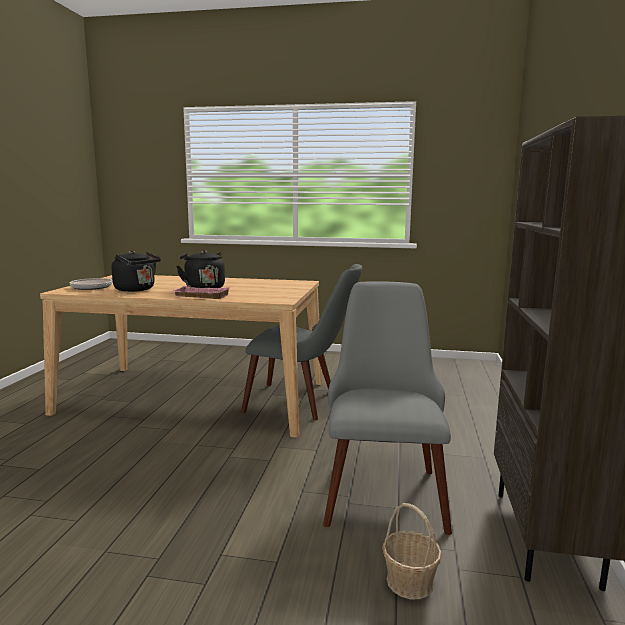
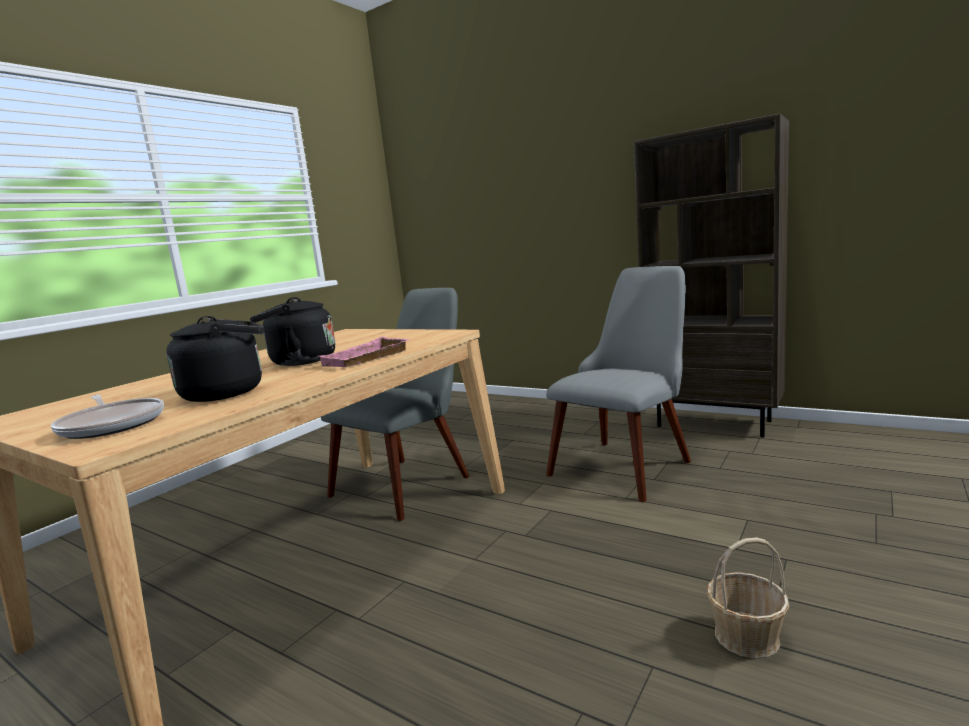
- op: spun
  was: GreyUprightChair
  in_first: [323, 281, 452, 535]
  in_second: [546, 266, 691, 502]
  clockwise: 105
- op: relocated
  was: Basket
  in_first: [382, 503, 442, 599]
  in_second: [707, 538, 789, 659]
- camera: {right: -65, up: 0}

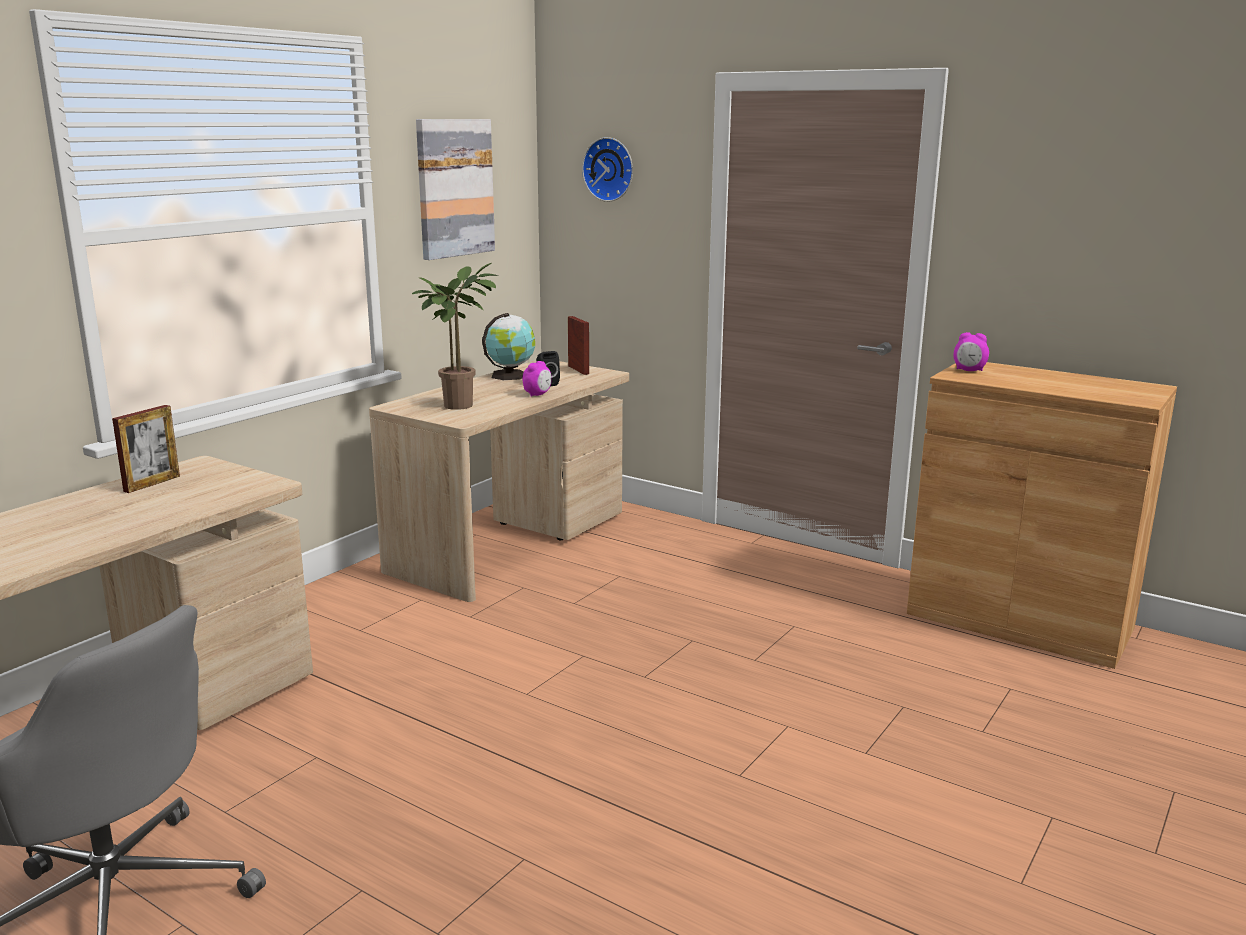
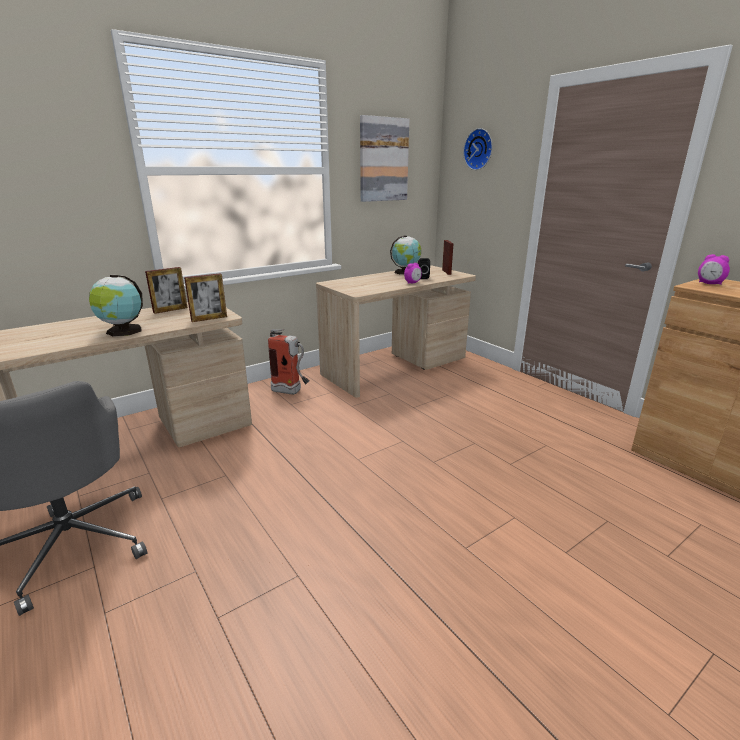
- op: appeared
  now: WorldGlobe
  in_second: [89, 275, 143, 337]
- op: appeared
  now: StandingFrame
  in_second: [184, 273, 227, 322]
- op: appeared
  now: FireExtinguisher
  in_second: [268, 329, 309, 395]
- op: missing
  was: Houseplant
  in_first: [412, 263, 499, 410]
- camera: {right: 20, up: 5}

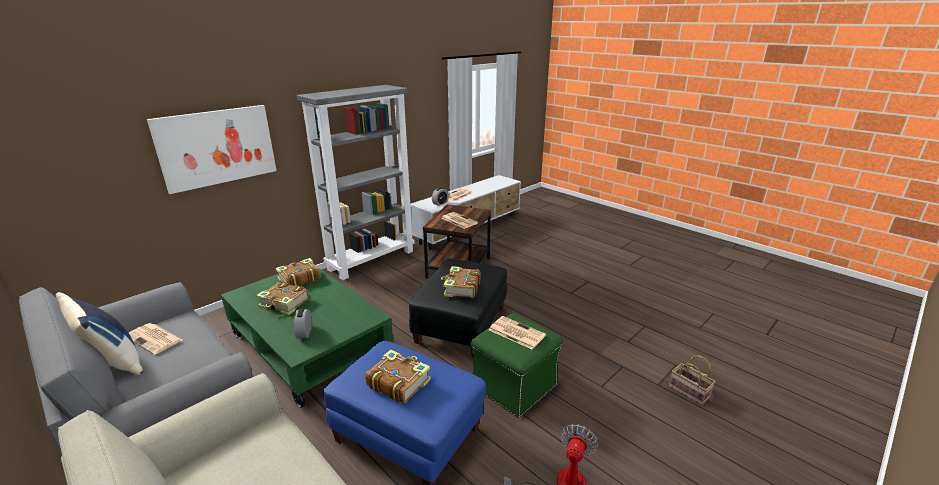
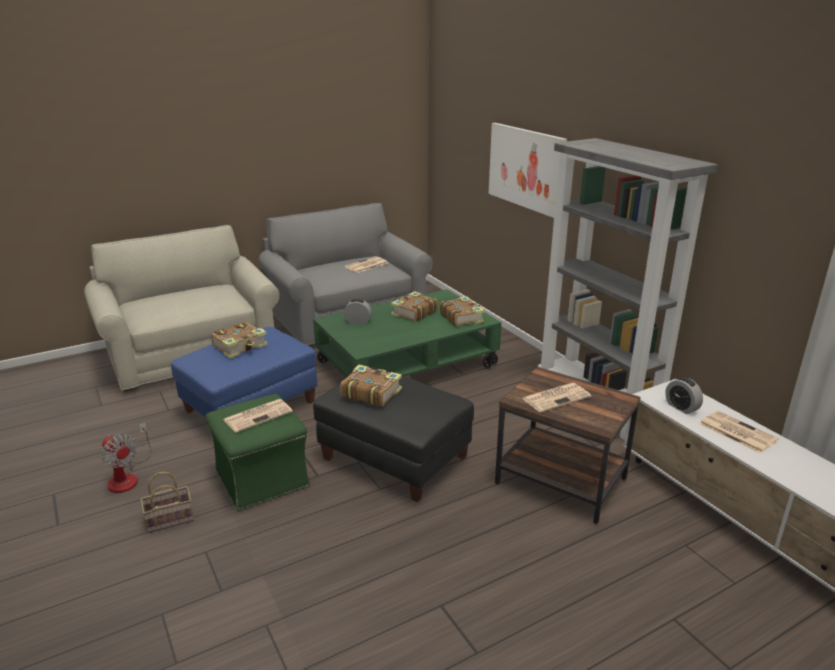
- op: relocated
  was: Basket
  in_first: [669, 356, 715, 406]
  in_second: [140, 472, 194, 533]
- op: missing
  was: BlueColouredCushion
  in_first: [56, 292, 143, 375]
- camera: {right: 105, up: 0}

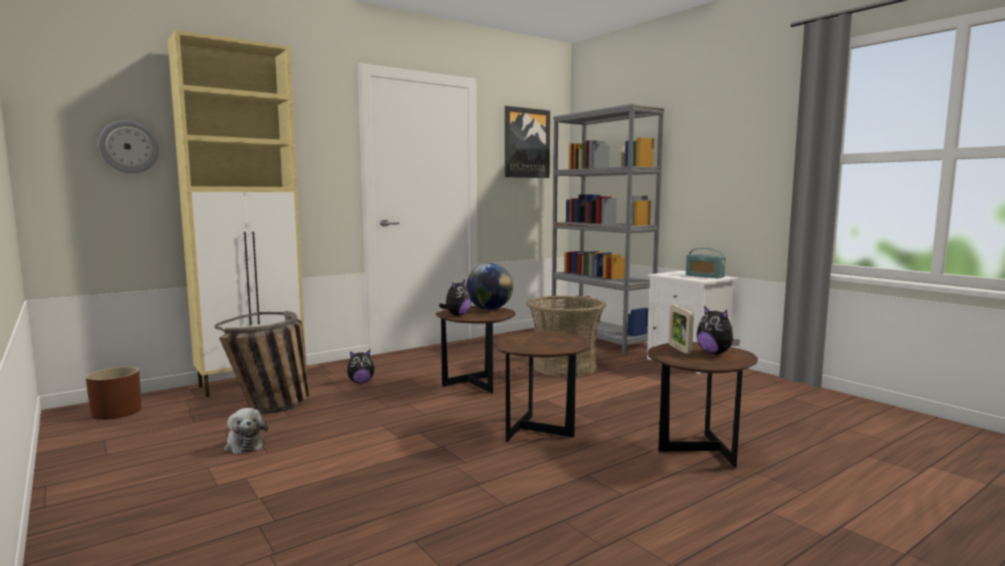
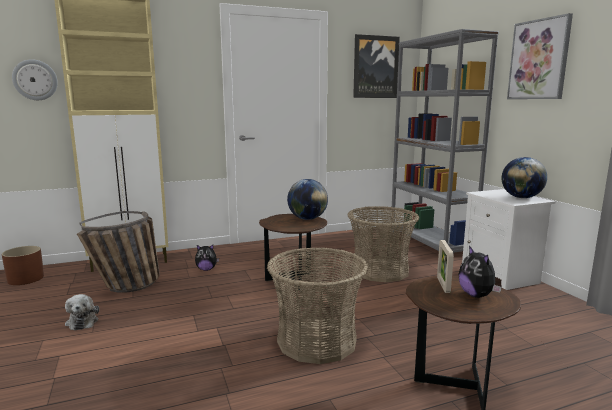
- op: exchanged
  was: BrownishSideTable
  now: Basket
  in_first: [493, 331, 590, 443]
  in_second: [267, 247, 368, 364]
- op: exchanged
  was: RadioReceiver
  now: WorldGlobe
  in_first: [686, 248, 726, 278]
  in_second: [502, 157, 547, 198]
- op: appeared
  now: WallPicture
  in_second: [507, 13, 573, 99]
- op: missing
  was: SoftToy
  in_first: [439, 280, 471, 316]
- camera: {right: 15, up: 5}

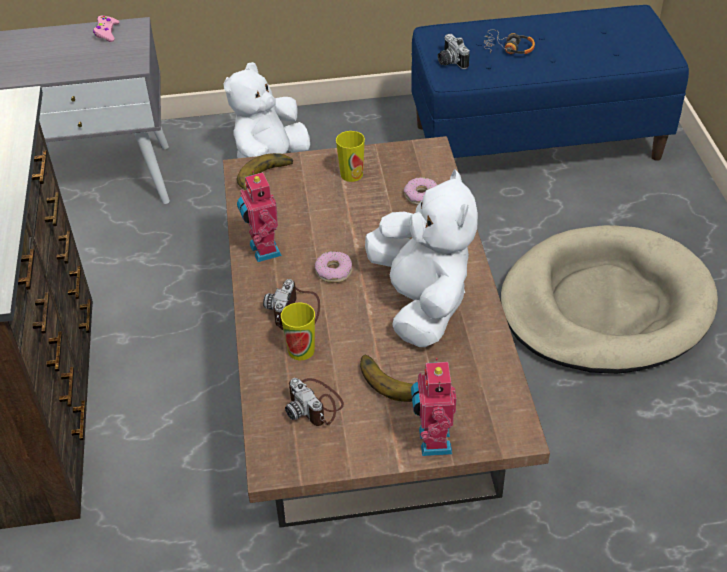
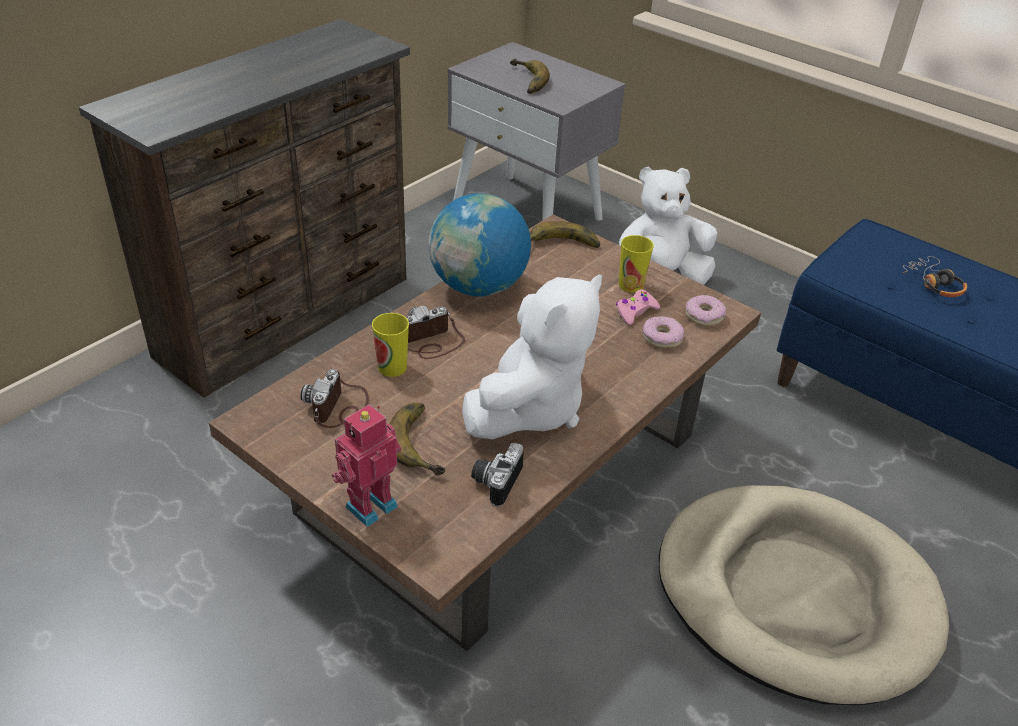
- op: exchanged
  was: ModelRobot
  now: WorldGlobe
  in_first: [237, 171, 282, 262]
  in_second: [429, 193, 531, 296]
- op: relocated
  was: StillCamera
  in_first: [438, 34, 469, 69]
  in_second: [471, 443, 524, 507]
- op: appeared
  now: WholeBanana
  in_second: [510, 58, 550, 94]
- op: relocated
  was: PinkColouredGameController
  in_first: [93, 16, 119, 42]
  in_second: [616, 289, 660, 325]
- op: relocated
  was: Donut
  in_first: [315, 252, 352, 283]
  in_second: [685, 295, 726, 326]
- camera: {right: 45, up: -5}

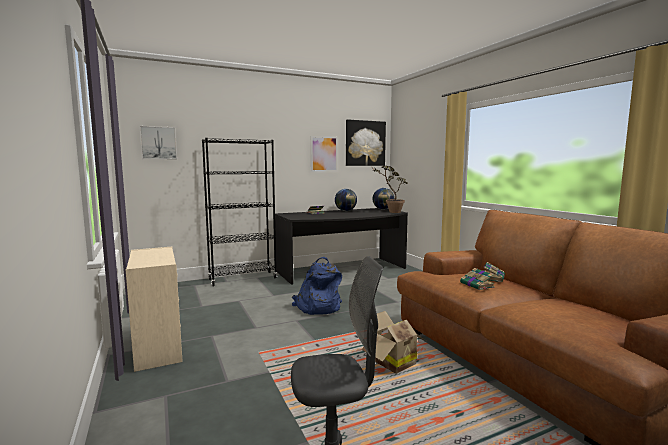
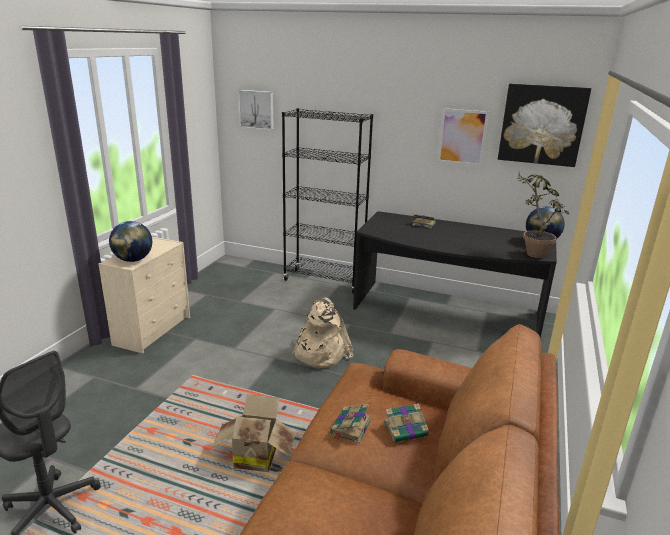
- op: relocated
  was: WorldGlobe
  in_first: [335, 189, 357, 211]
  in_second: [109, 221, 152, 262]
- op: colour
  was: BlueColouredBackpack
  now: BeigeBackpack
  in_first: [292, 257, 342, 315]
  in_second: [292, 298, 353, 368]
- camera: {right: 45, up: 15}

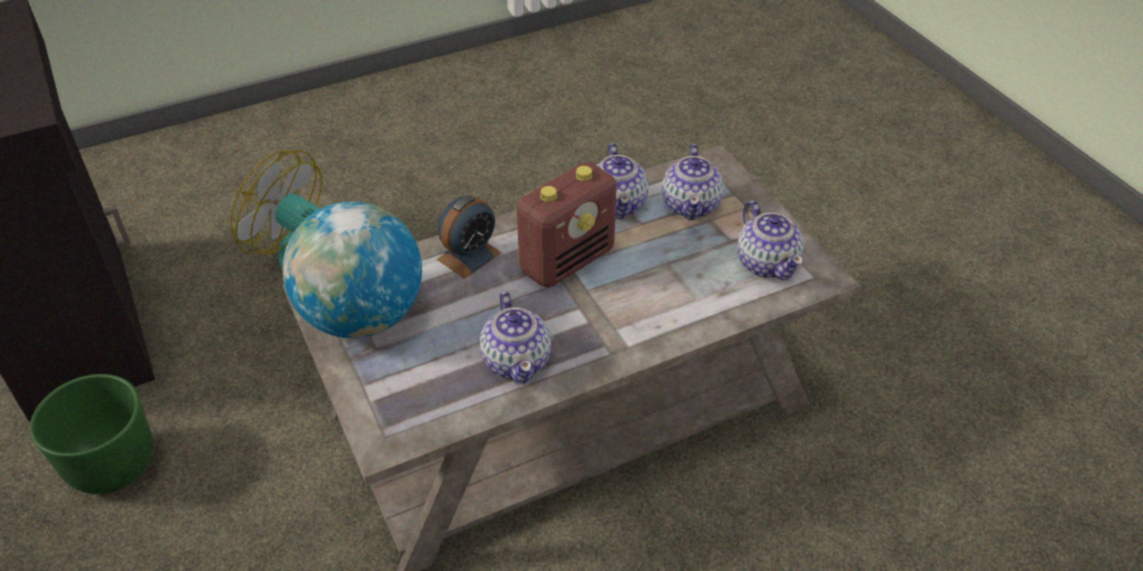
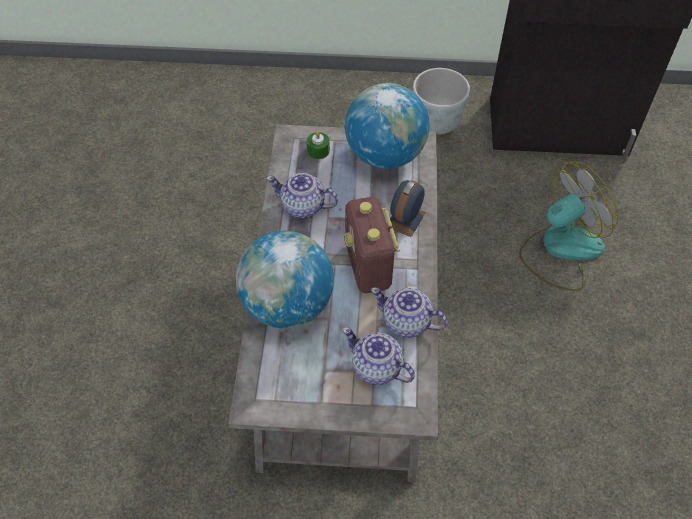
- op: appeared
  now: WorldGlobe
  in_second: [236, 231, 334, 329]
- op: appeared
  now: GreenWaxCandle
  in_second: [307, 131, 330, 159]
- op: spun
  was: BedsideClock
  in_first: [437, 195, 502, 279]
  in_second: [387, 180, 426, 237]
  clockwise: 45
- op: colour
  was: GreenPlantPot
  now: GreyPlantPot
  in_first: [30, 374, 153, 494]
  in_second: [413, 68, 470, 135]
- op: missing
  was: Teapot
  in_first: [737, 201, 804, 280]
- camera: {right: 120, up: 10}

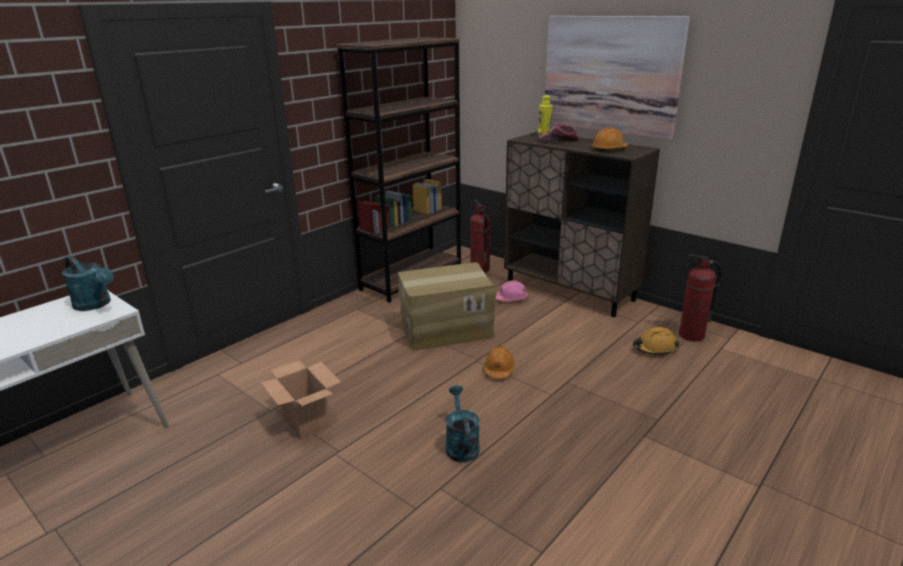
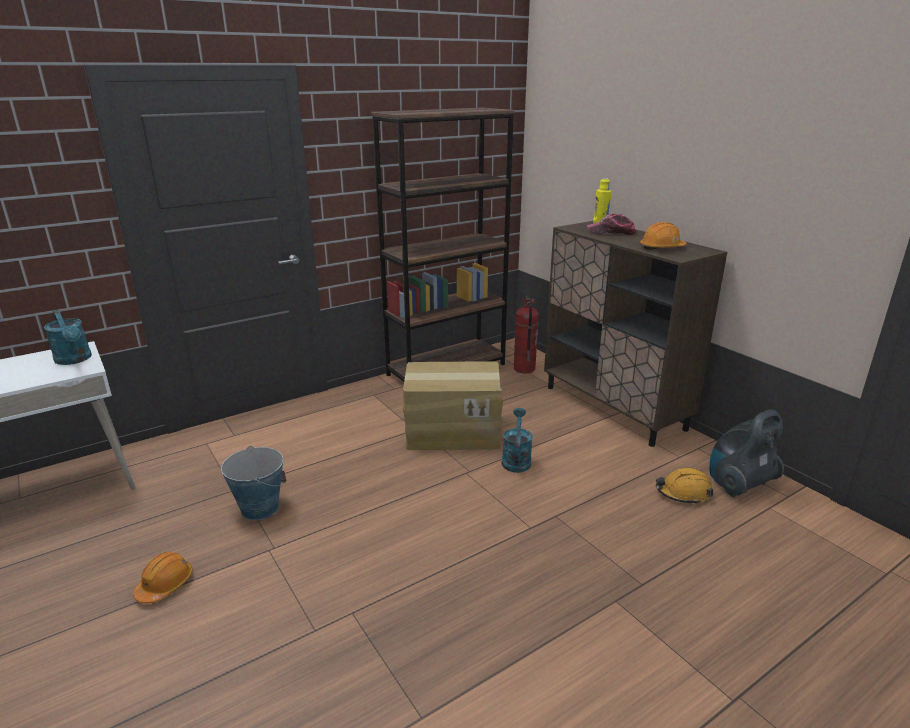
- op: relocated
  was: OrangeColouredSafetyHelmet
  in_first: [483, 346, 515, 379]
  in_second: [133, 552, 193, 603]
- op: exchanged
  was: PackingBox
  now: Pail
  in_first: [260, 360, 341, 440]
  in_second: [221, 446, 286, 520]
- op: relocated
  was: TurquoiseColouredSprinklingCan
  in_first: [446, 385, 480, 462]
  in_second: [502, 408, 533, 473]
- op: exchanged
  was: FireExtinguisher
  now: Vacuum
  in_first: [679, 254, 722, 341]
  in_second: [710, 409, 784, 498]
- op: missing
  was: PinkColouredSafetyHelmet
  in_first: [496, 280, 528, 301]
- op: missing
  was: WallPicture
  in_first: [545, 16, 690, 140]
- camera: {right: 15, up: 0}

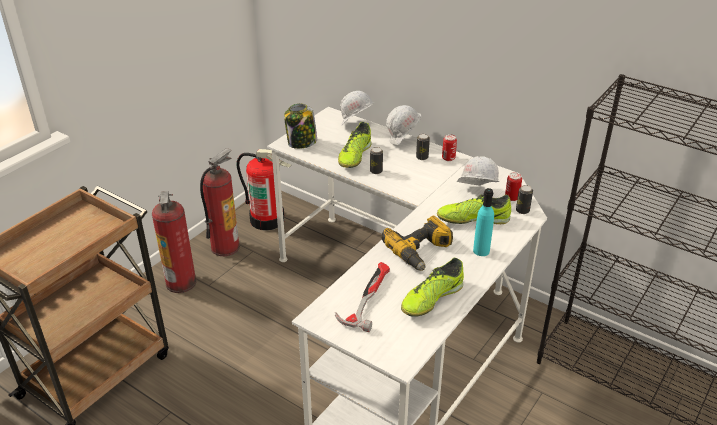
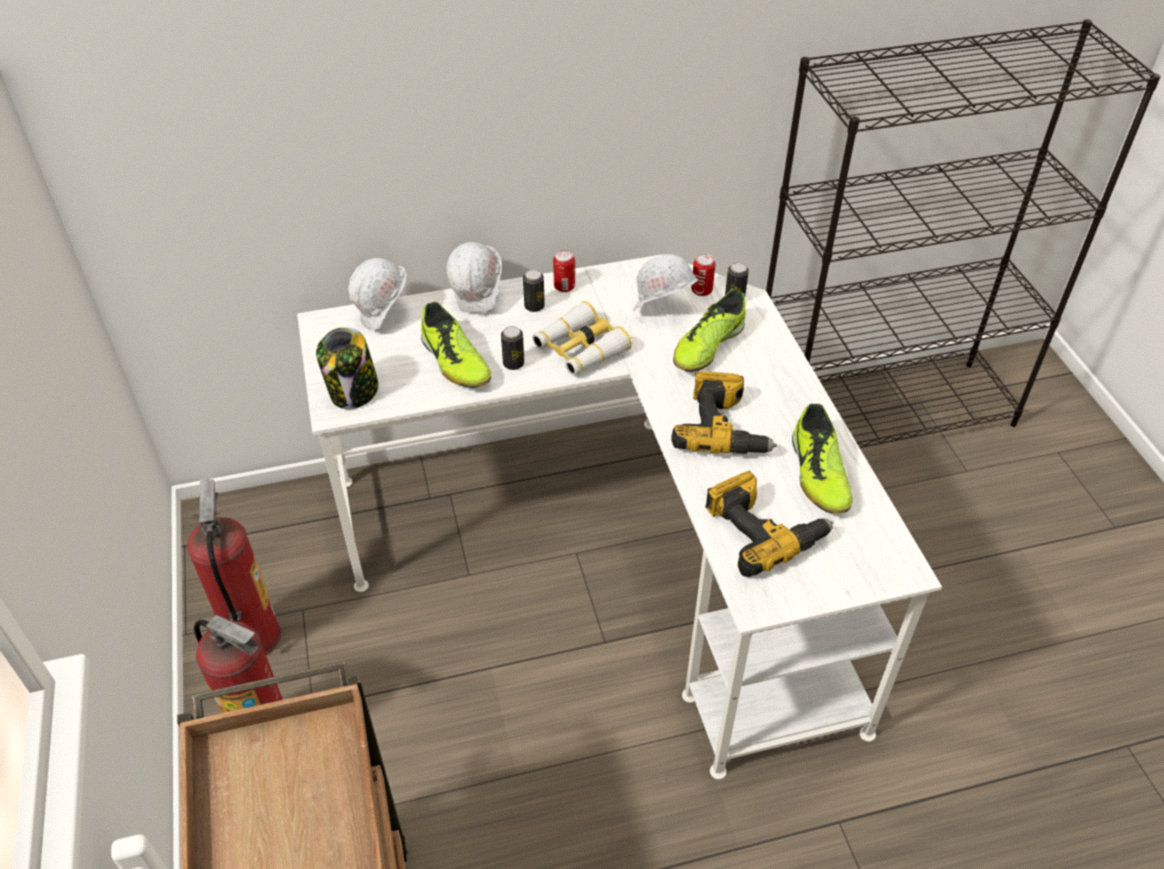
- op: appeared
  now: FieldGlasses
  in_second: [533, 301, 632, 375]
- op: exchanged
  was: HandHammer
  now: Drill
  in_first: [335, 262, 390, 332]
  in_second: [705, 471, 833, 577]
- op: missing
  was: FireExtinguisher
  in_first: [236, 149, 291, 231]
- op: missing
  was: TurquoiseColouredDrinkBottle
  in_first: [473, 188, 494, 256]
- camera: {right: -50, up: 10}

